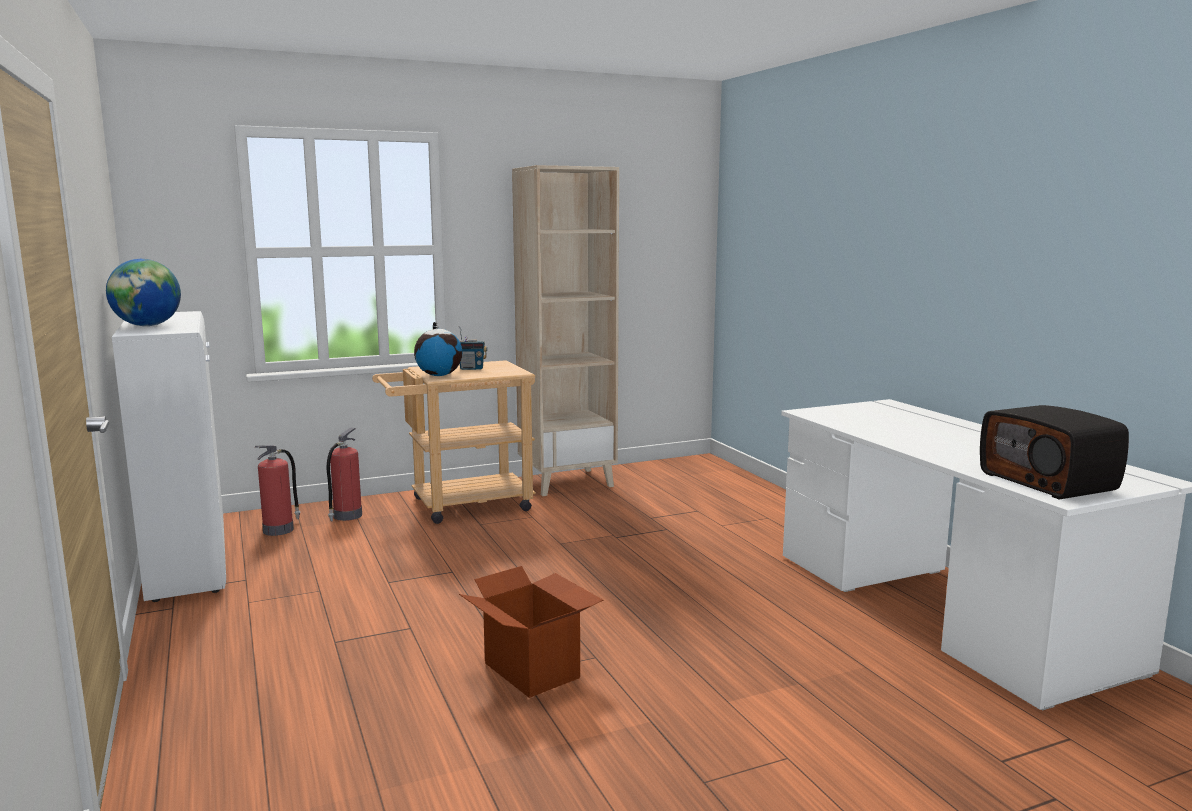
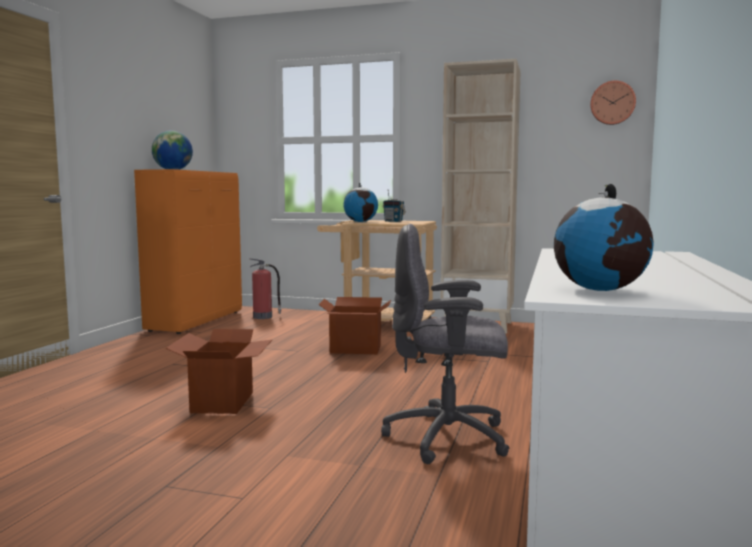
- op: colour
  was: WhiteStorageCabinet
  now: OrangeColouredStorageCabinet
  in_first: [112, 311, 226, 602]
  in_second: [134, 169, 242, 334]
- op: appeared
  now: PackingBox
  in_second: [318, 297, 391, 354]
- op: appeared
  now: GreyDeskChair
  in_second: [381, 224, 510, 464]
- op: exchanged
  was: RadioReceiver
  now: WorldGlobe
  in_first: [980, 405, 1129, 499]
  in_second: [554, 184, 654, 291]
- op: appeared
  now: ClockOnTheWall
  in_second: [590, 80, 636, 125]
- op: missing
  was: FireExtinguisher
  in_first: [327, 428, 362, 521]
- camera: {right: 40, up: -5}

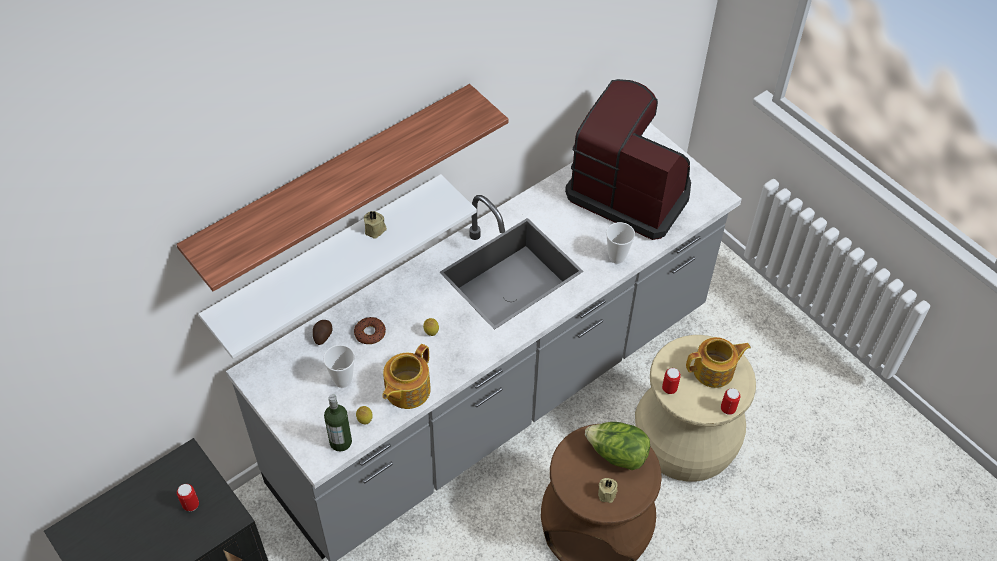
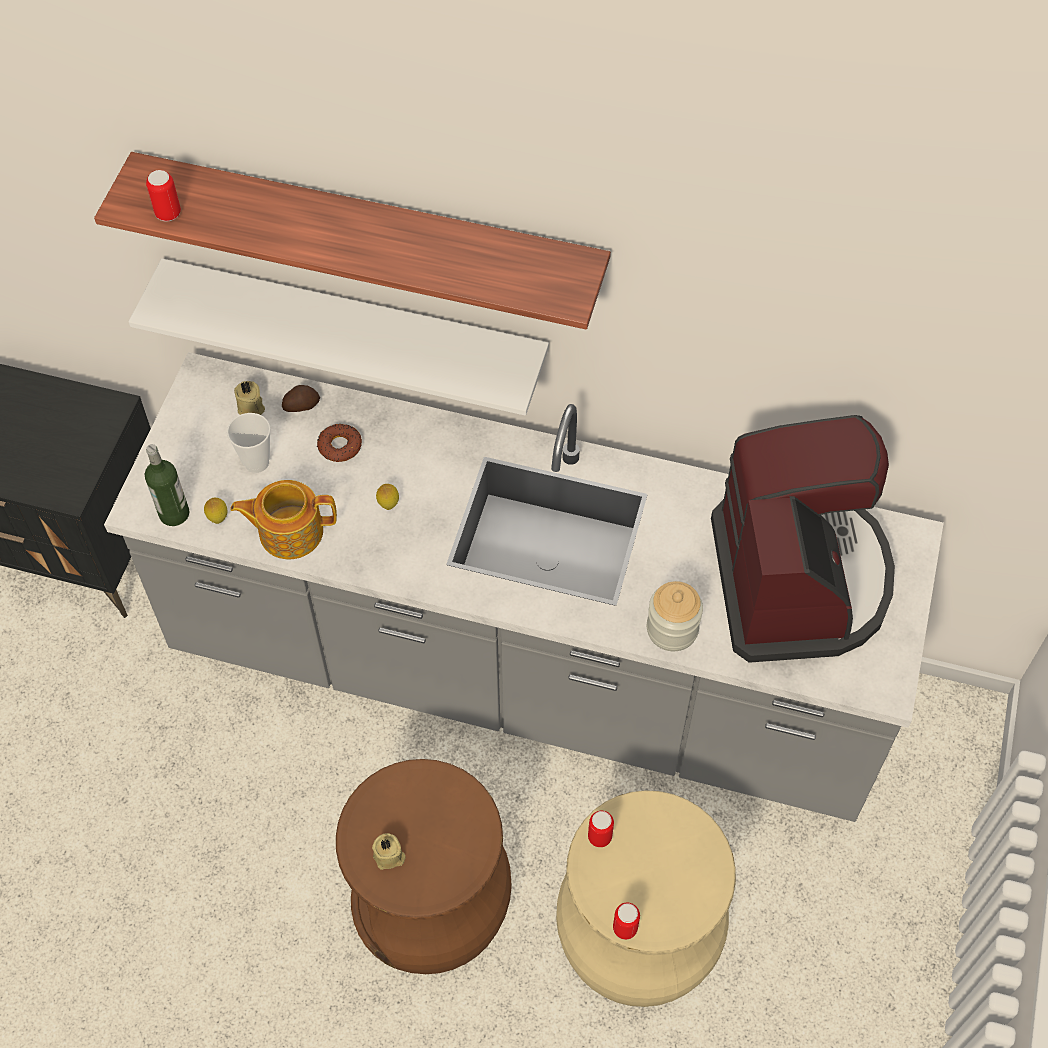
- op: relocated
  was: MetalCan
  in_first: [177, 484, 199, 511]
  in_second: [146, 170, 181, 222]
- op: relocated
  was: BeigeWaxCandle
  in_first: [364, 211, 387, 239]
  in_second: [234, 381, 265, 415]
- op: exchanged
  was: SmallCup
  now: PreserveJar
  in_first: [606, 222, 635, 264]
  in_second: [647, 581, 703, 651]
- op: missing
  was: HeadOfLettuce
  in_first: [585, 422, 650, 470]
- op: missing
  was: Teapot
  in_first: [686, 337, 751, 388]
- camera: {right: 55, up: 5}

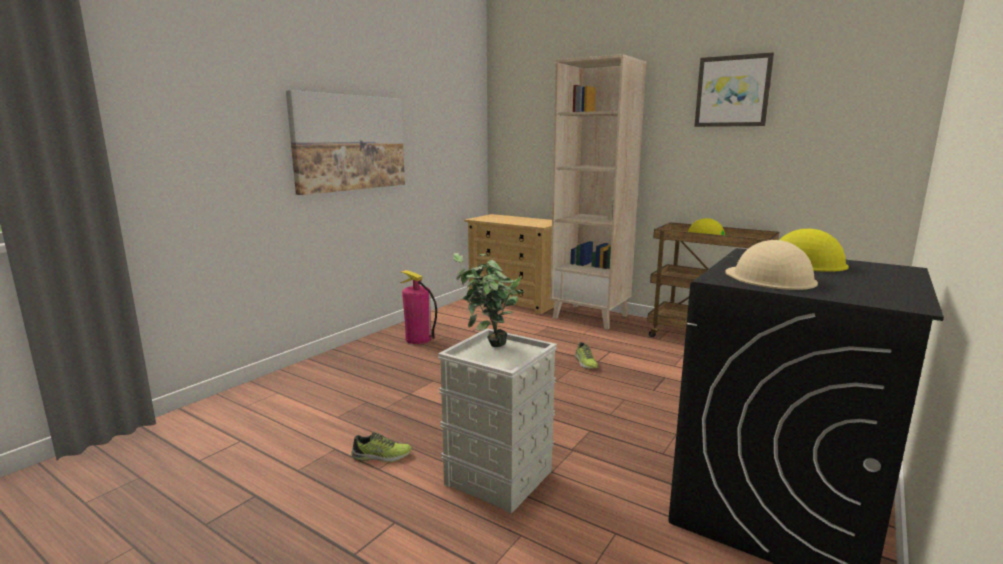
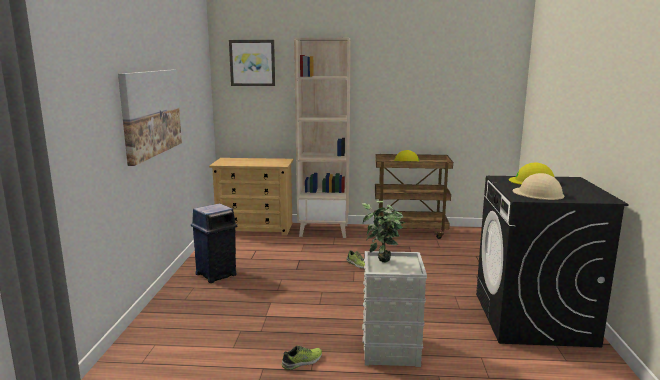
- op: exchanged
  was: FireExtinguisher
  now: BlueColouredWasteBin
  in_first: [400, 270, 437, 344]
  in_second: [191, 203, 237, 283]
- op: relocated
  was: WallPicture
  in_first: [694, 52, 774, 127]
  in_second: [229, 40, 275, 86]
- camera: {right: -30, up: 0}

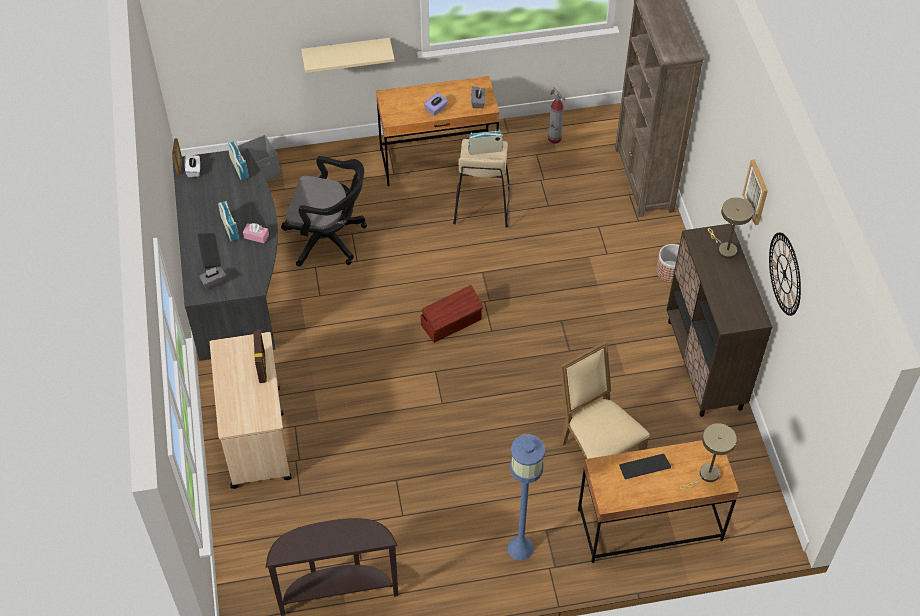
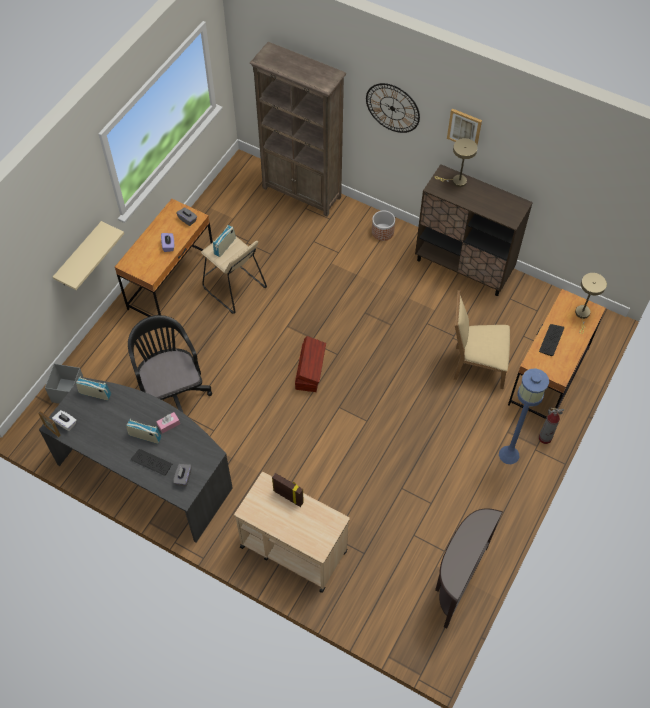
- op: spun
  was: BlackColouredDeskChair
  in_first: [281, 156, 367, 267]
  in_second: [128, 315, 212, 413]
  clockwise: -75
- op: relocated
  was: ClockOnTheWall
  in_first: [769, 232, 801, 316]
  in_second: [366, 83, 420, 133]
- op: relocated
  was: FireExtinguisher
  in_first: [548, 87, 565, 144]
  in_second: [539, 408, 564, 444]
- camera: {right: -50, up: 5}

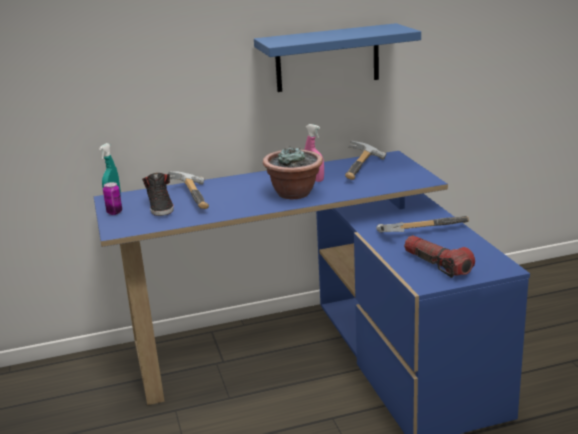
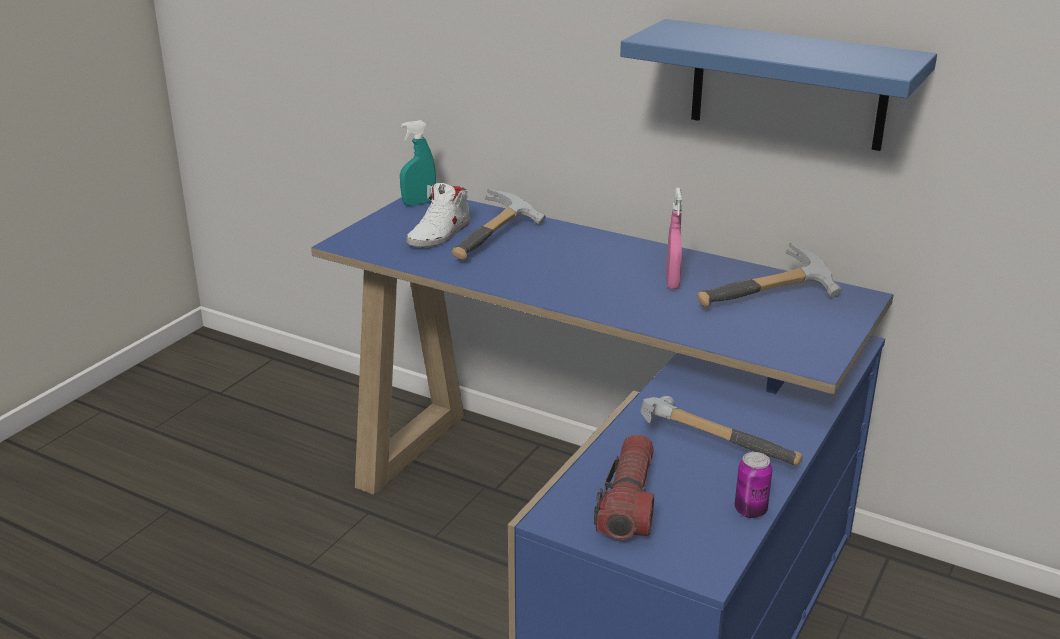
- op: colour
  was: BlackColouredLowShoe
  now: WhiteLowShoe
  in_first: [142, 173, 174, 216]
  in_second: [406, 183, 470, 247]
- op: relocated
  was: MetalCan
  in_first: [103, 182, 122, 215]
  in_second: [735, 452, 772, 518]
- op: missing
  was: Houseplant
  in_first: [263, 146, 323, 199]
- camera: {right: 45, up: 5}

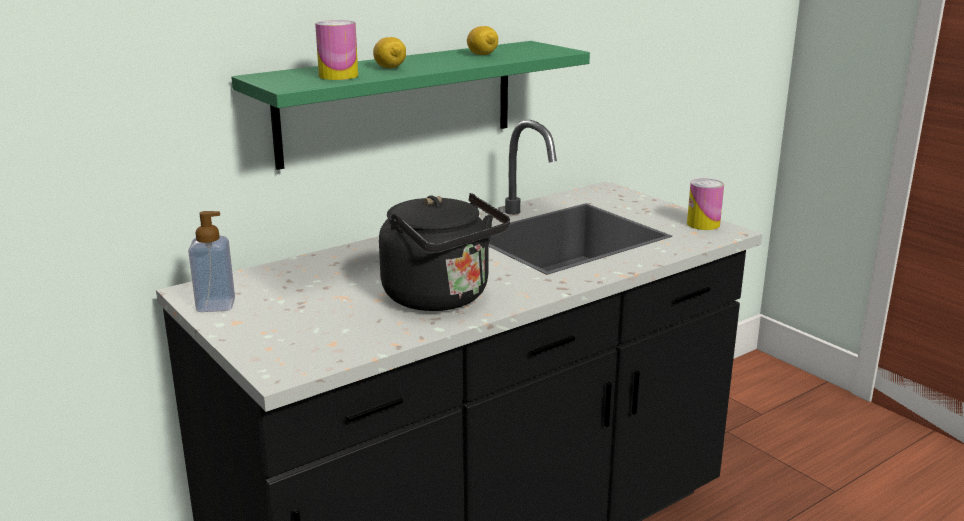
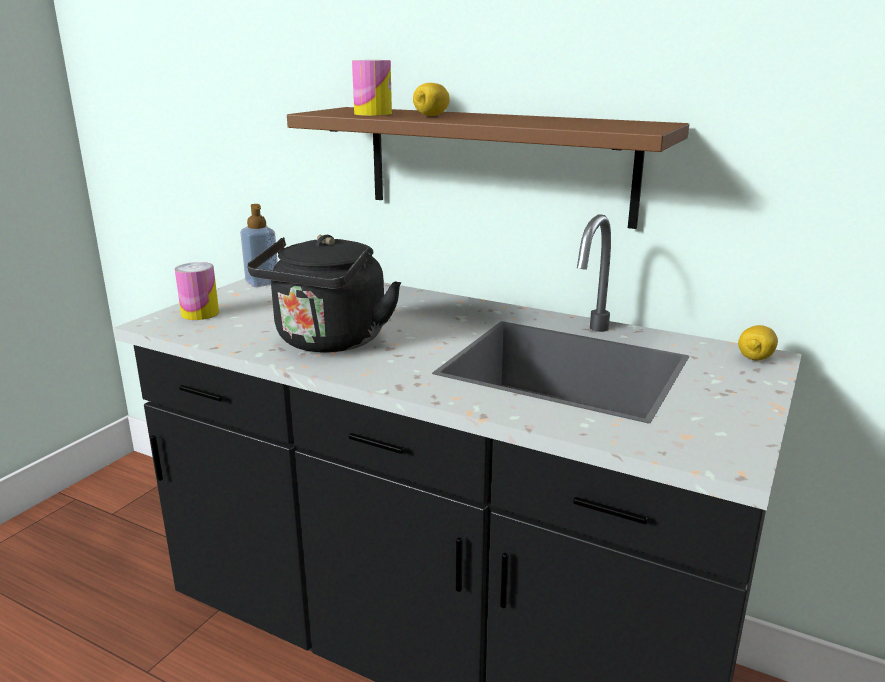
- op: relocated
  was: MetalCan
  in_first: [687, 178, 724, 230]
  in_second: [175, 262, 219, 320]
- op: colour
  was: GreenWallShelf
  now: BrownishWallShelf
  in_first: [231, 41, 590, 170]
  in_second: [287, 107, 689, 229]
- op: relocated
  was: Lemon
  in_first: [467, 26, 498, 55]
  in_second: [738, 325, 778, 361]
- camera: {right: 65, up: 0}

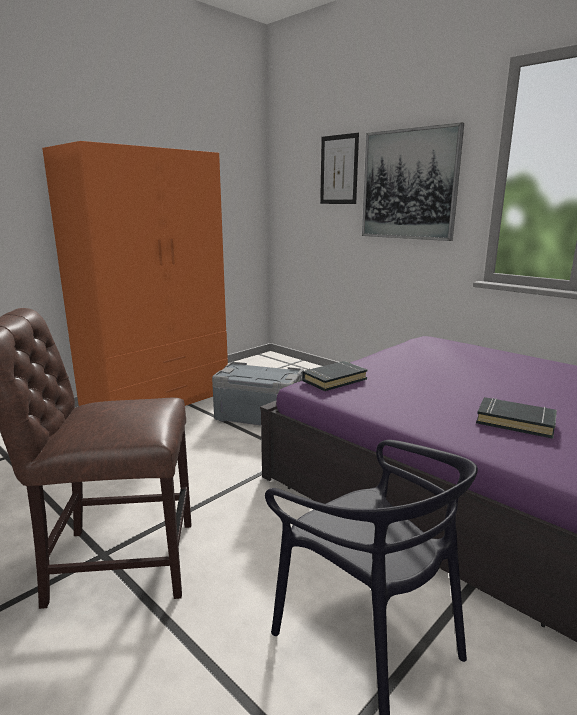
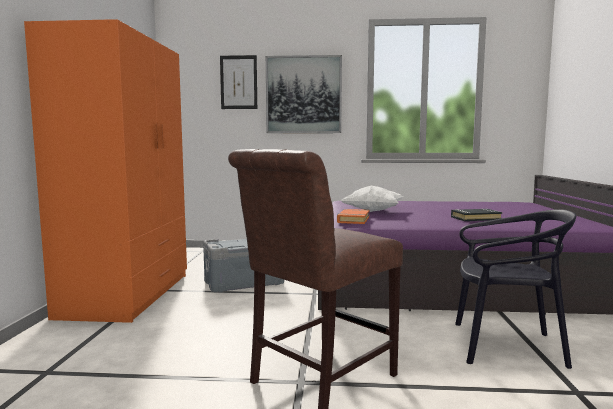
- op: colour
  was: BlackColouredBook
  now: OrangeColouredBook
  in_first: [302, 361, 368, 391]
  in_second: [337, 209, 369, 224]
- op: appeared
  now: WhiteCushion
  in_second: [341, 186, 403, 212]
- camera: {right: -40, up: -10}

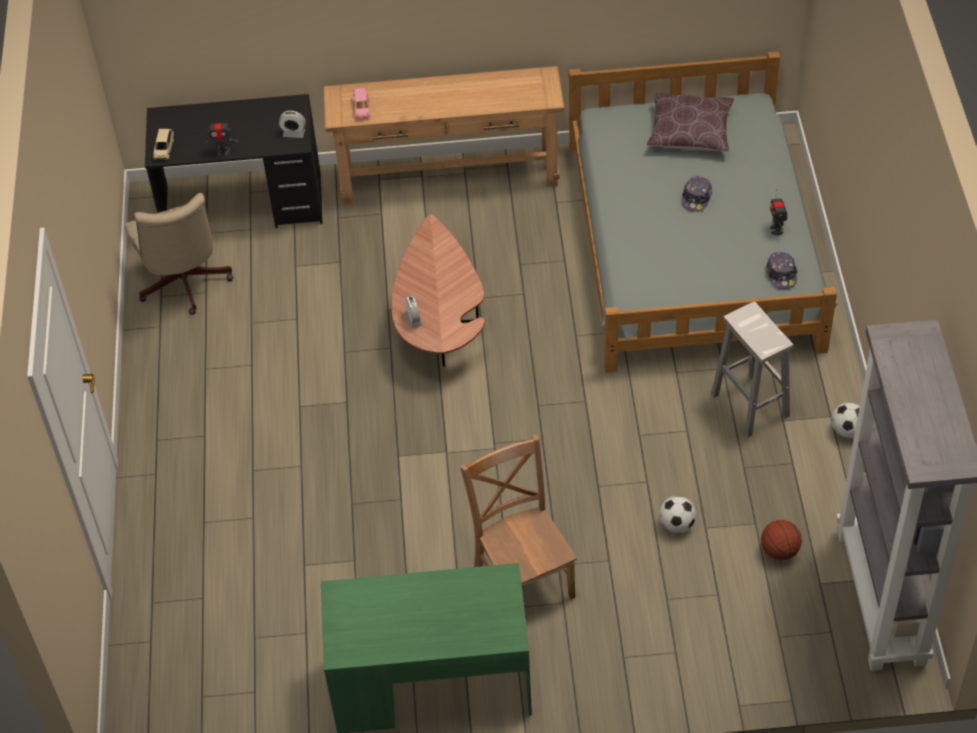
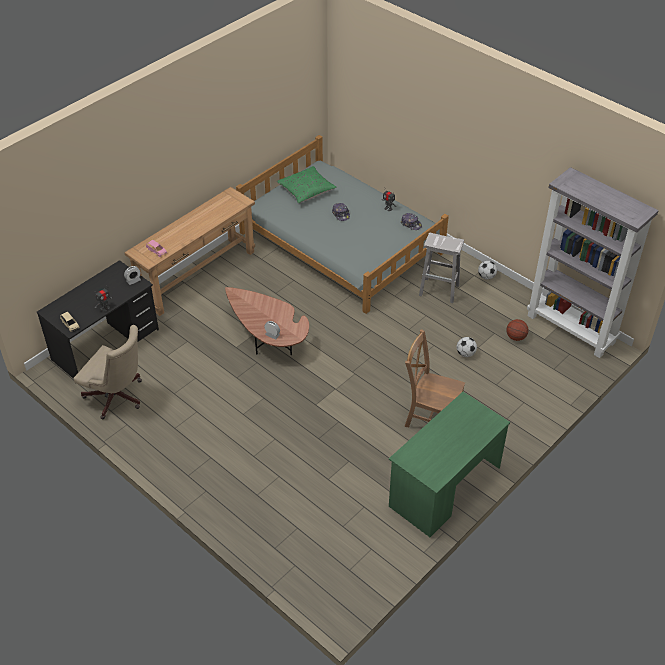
- op: colour
  was: BrownishCushion
  now: GreenCushion
  in_first: [647, 93, 734, 151]
  in_second: [277, 166, 336, 203]
- camera: {right: -45, up: -5}

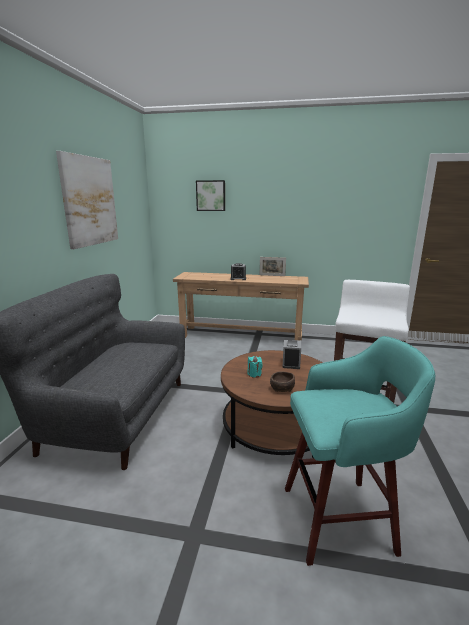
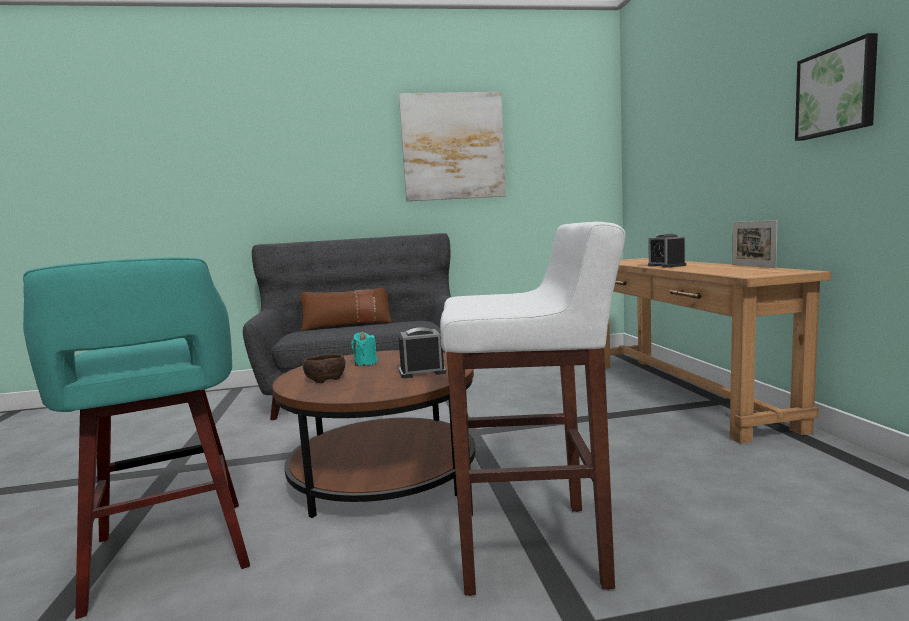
- op: appeared
  now: BrownishCushion
  in_second: [300, 288, 392, 331]
- op: relocated
  was: WallPicture
  in_first: [196, 180, 225, 211]
  in_second: [795, 33, 878, 141]
- camera: {right: 70, up: -10}

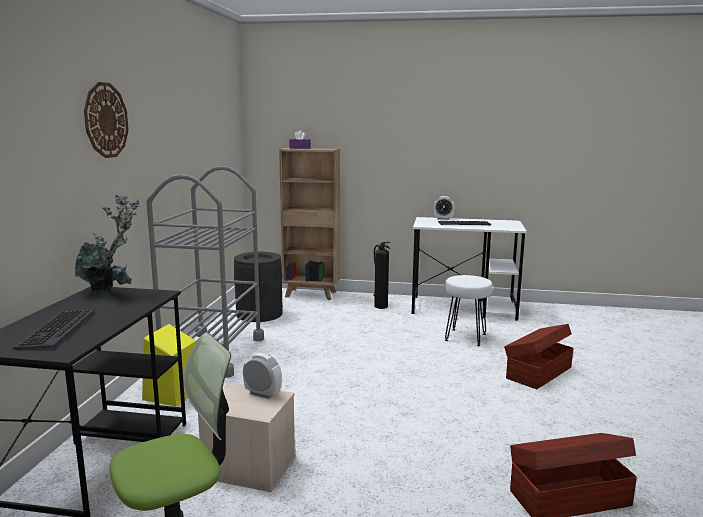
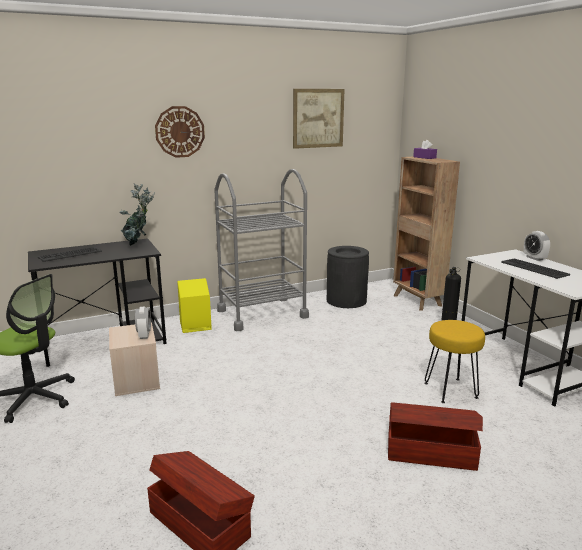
- op: appeared
  now: WallPicture
  in_second: [293, 89, 344, 149]
- op: colour
  was: WhiteStool
  now: YellowColouredStool
  in_first: [445, 275, 493, 346]
  in_second: [424, 320, 485, 403]
- camera: {right: 55, up: 5}

